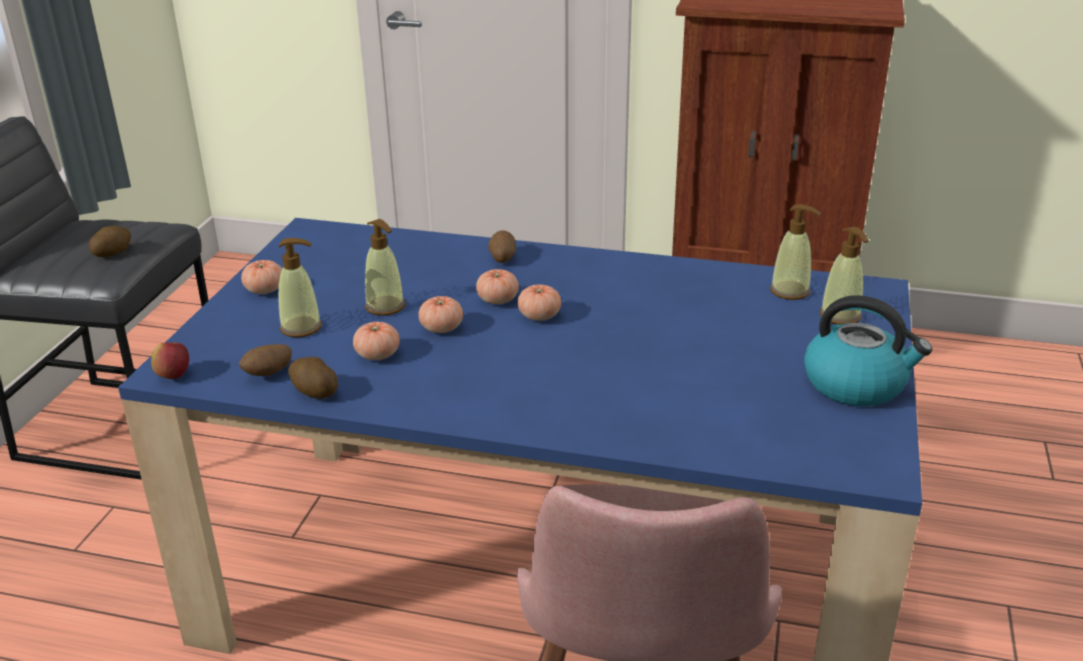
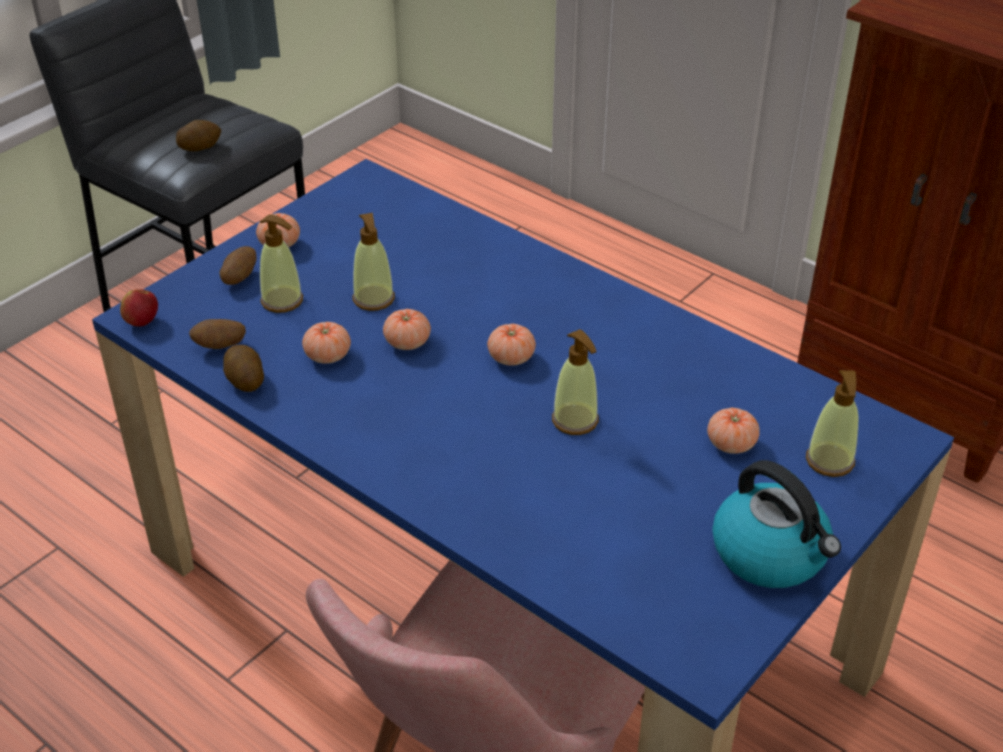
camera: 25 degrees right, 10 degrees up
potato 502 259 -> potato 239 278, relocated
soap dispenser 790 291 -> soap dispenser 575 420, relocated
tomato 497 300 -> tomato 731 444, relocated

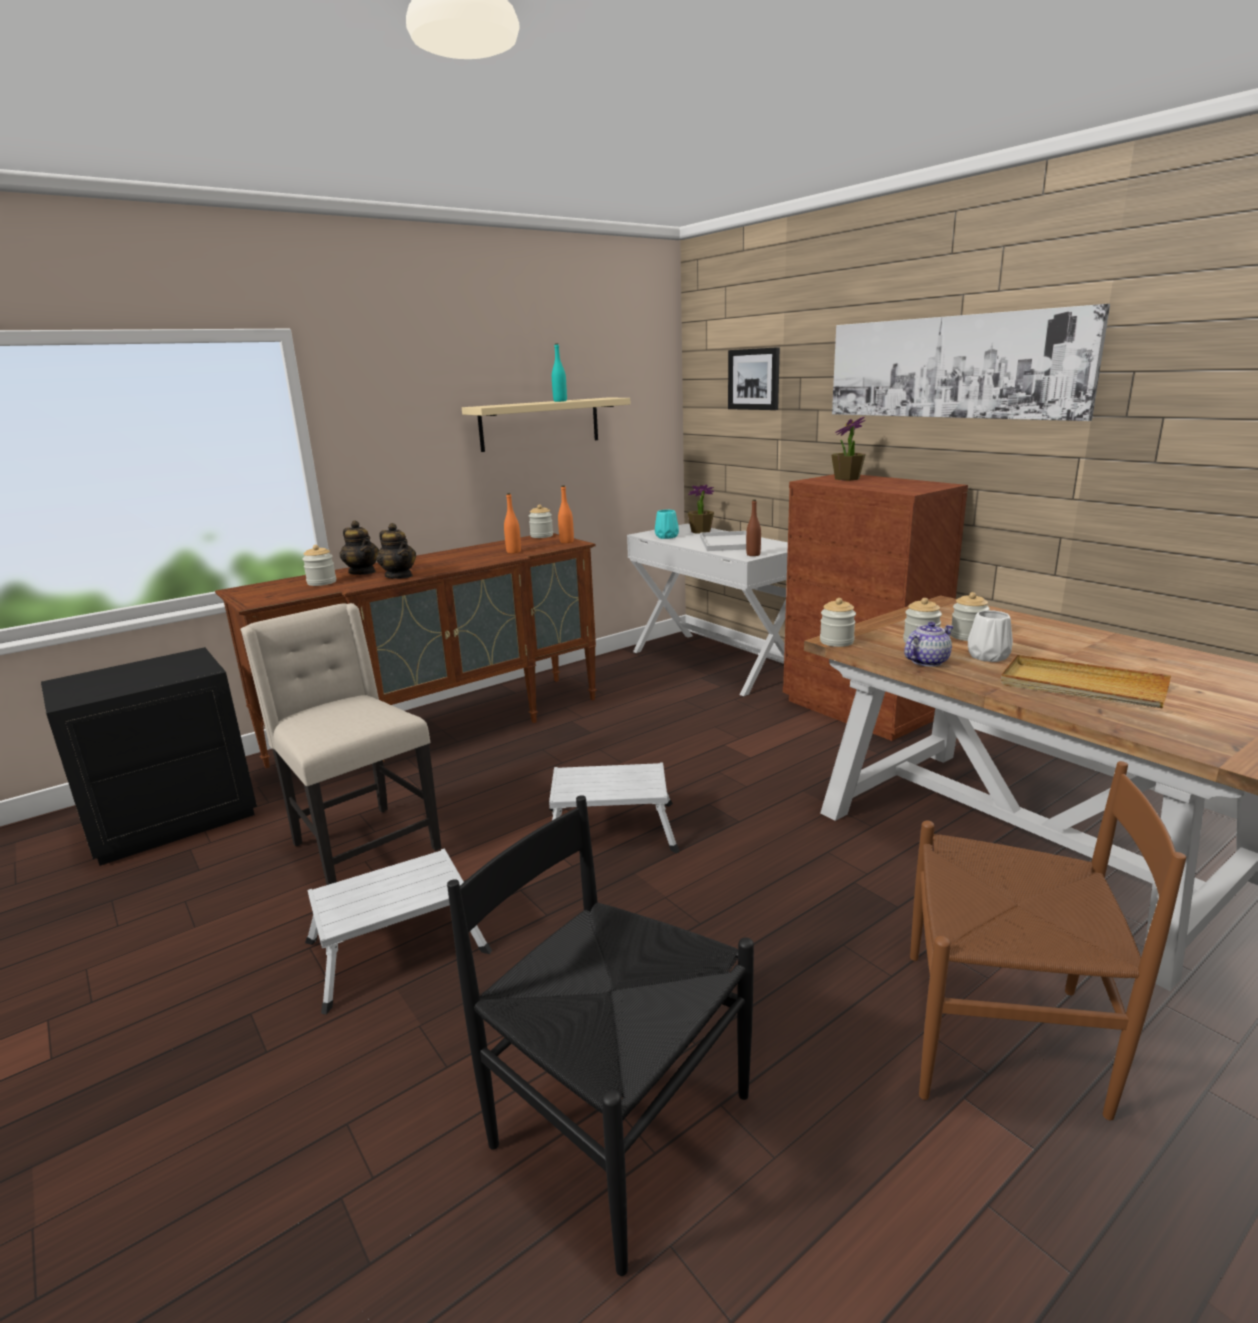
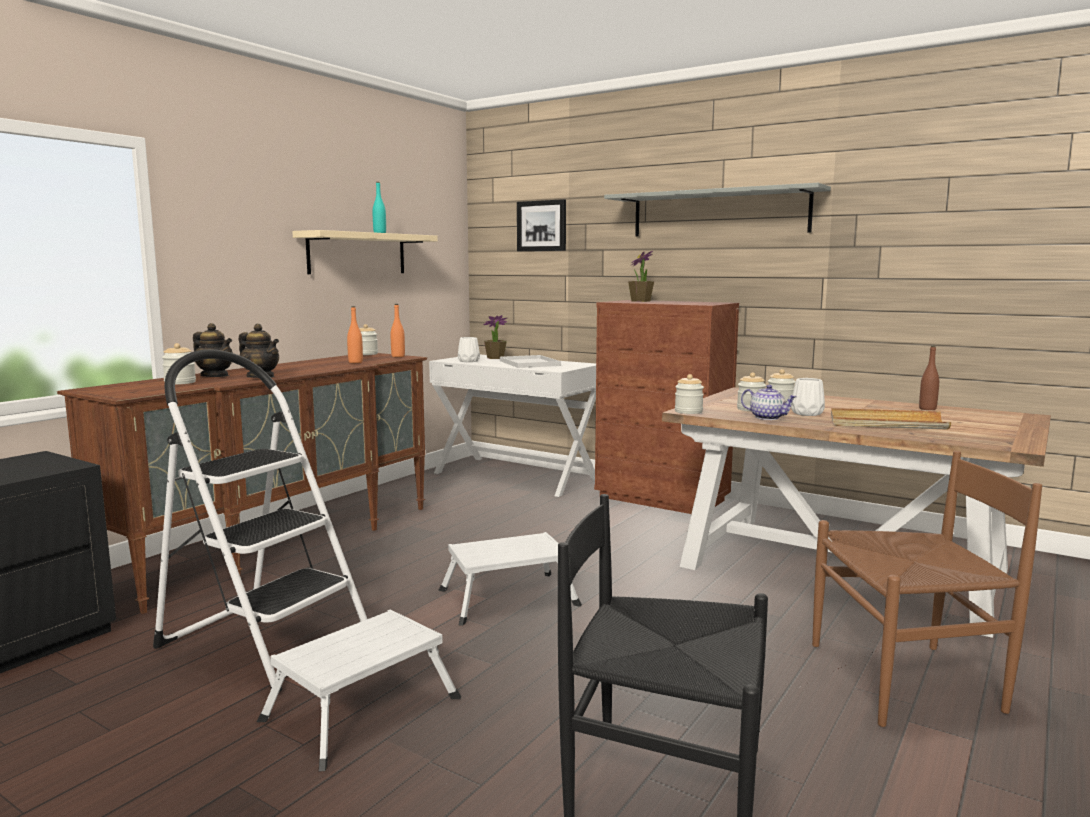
camera: 20 degrees left, 10 degrees down
chair/beige 362 847 -> step ladder 262 640
vase/turquoise 667 537 -> vase/white 469 361
picture 951 367 -> shelf/grey 718 213
teapot 926 661 -> teapot 768 417, 90 degrees clockwise
bottle/brown 753 554 -> bottle/brown 927 409, relocated

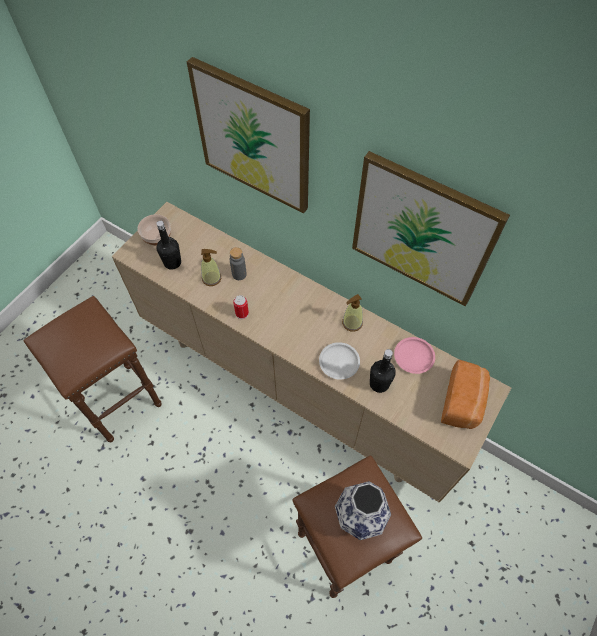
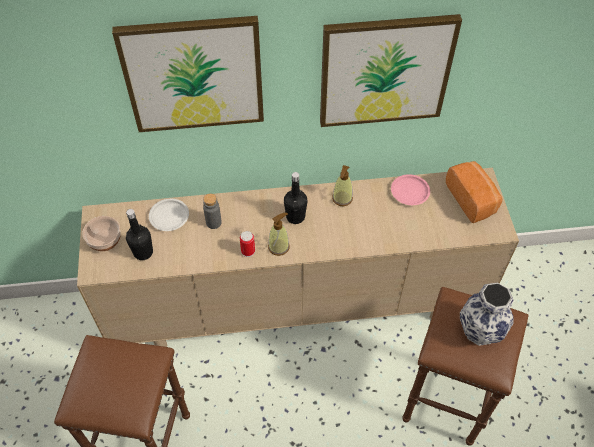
camera: 40 degrees left, 5 degrees down
plate/white 338 362 -> plate/white 169 217, relocated
soap dispenser 212 278 -> soap dispenser 279 247, relocated
bottle/black 379 384 -> bottle/black 295 217, relocated

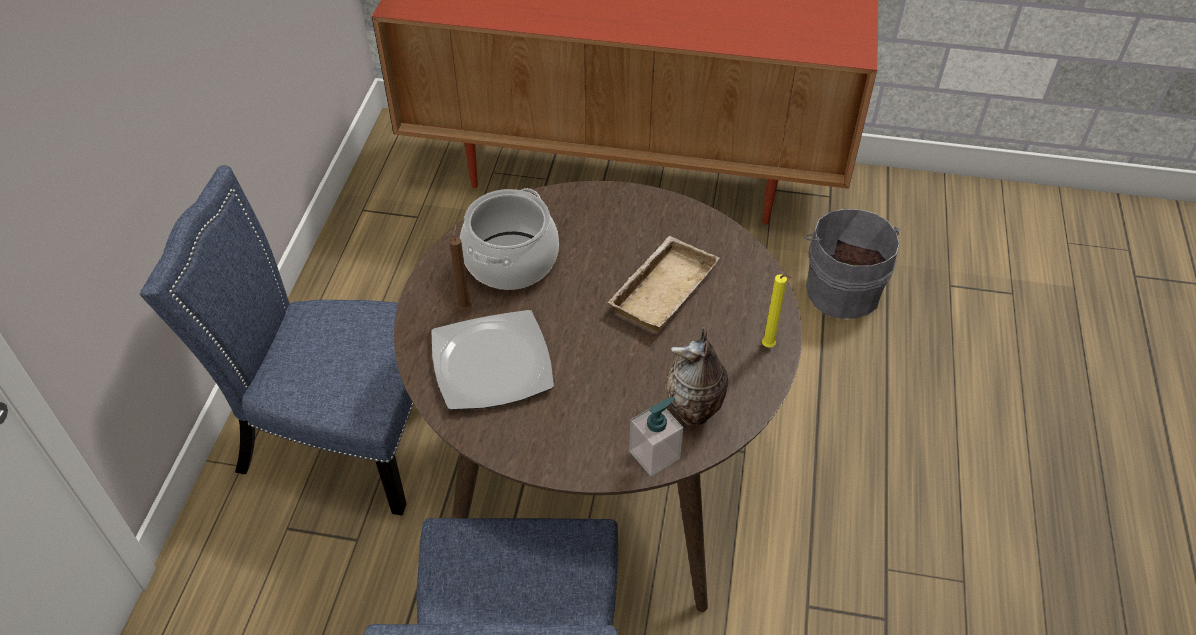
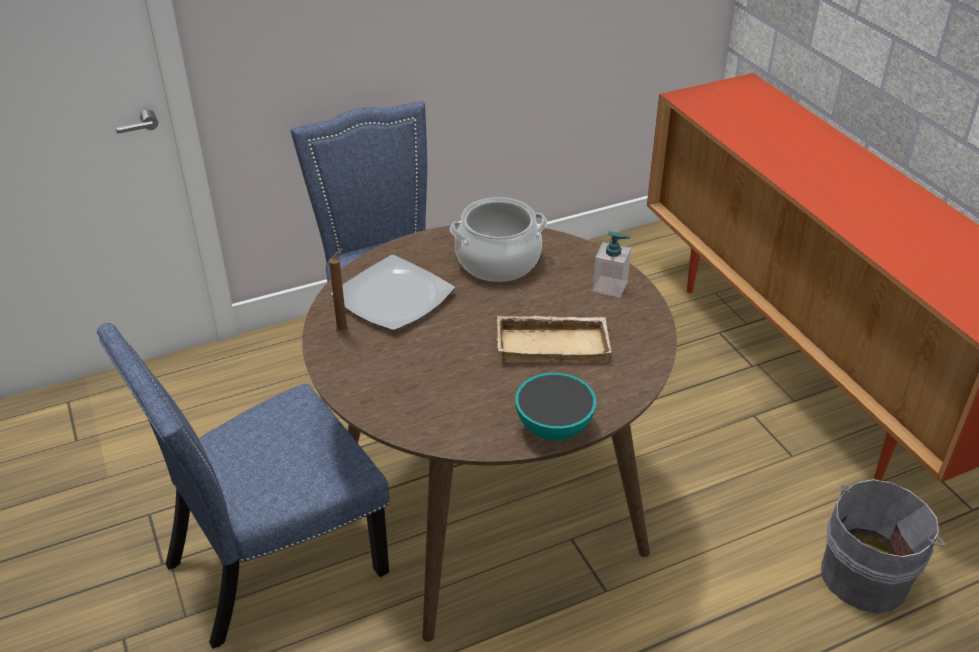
camera: 55 degrees right, 10 degrees down
candle/brown 465 307 -> candle/brown 344 332, relocated
candle/yellow 769 347 -> bowl 554 428
soap dispenser 654 454 -> soap dispenser 610 286, relocated
vase 694 414 -> none

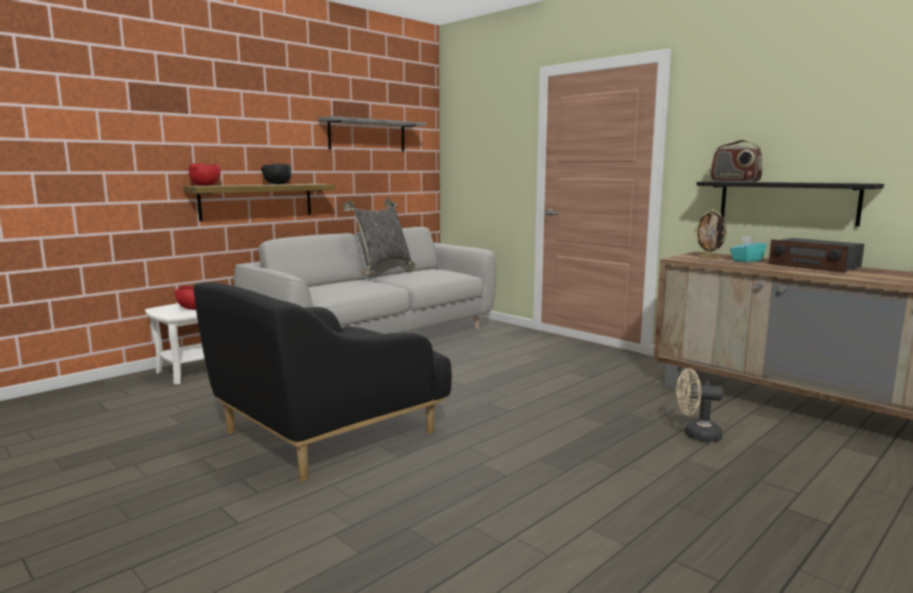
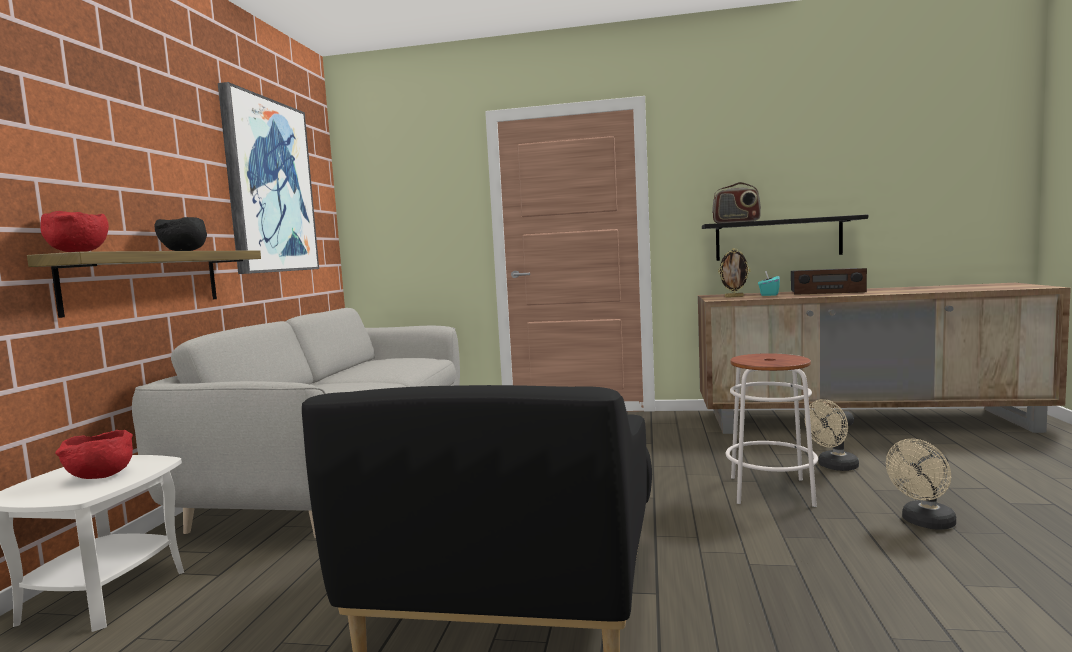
camera: 35 degrees left, 5 degrees down
shelf/grey 367 135 -> picture 269 187
none -> stool/white 771 491
none -> fan/beige 924 523
pillow 381 275 -> none

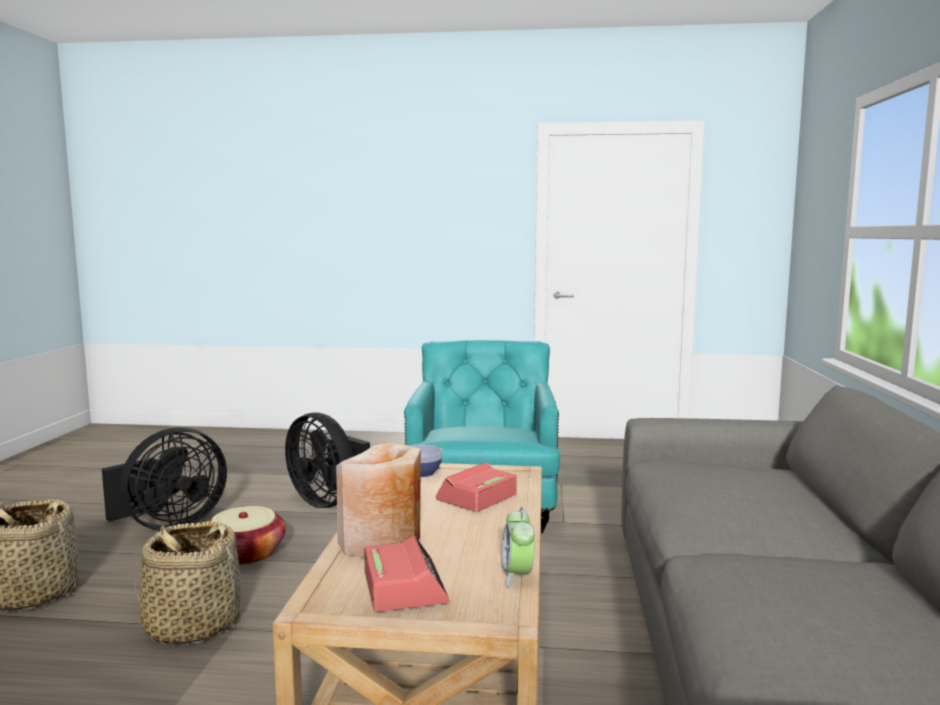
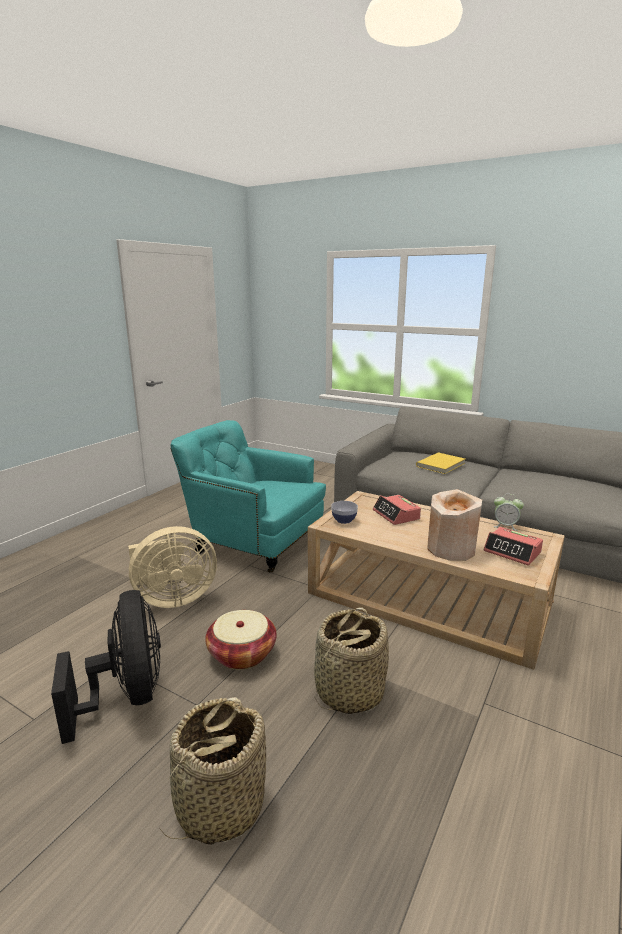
camera: 65 degrees left, 10 degrees up
fan/black 328 501 -> fan/beige 172 598
none -> book/yellow 441 465
alarm clock 404 587 -> alarm clock 512 552, 150 degrees counterclockwise

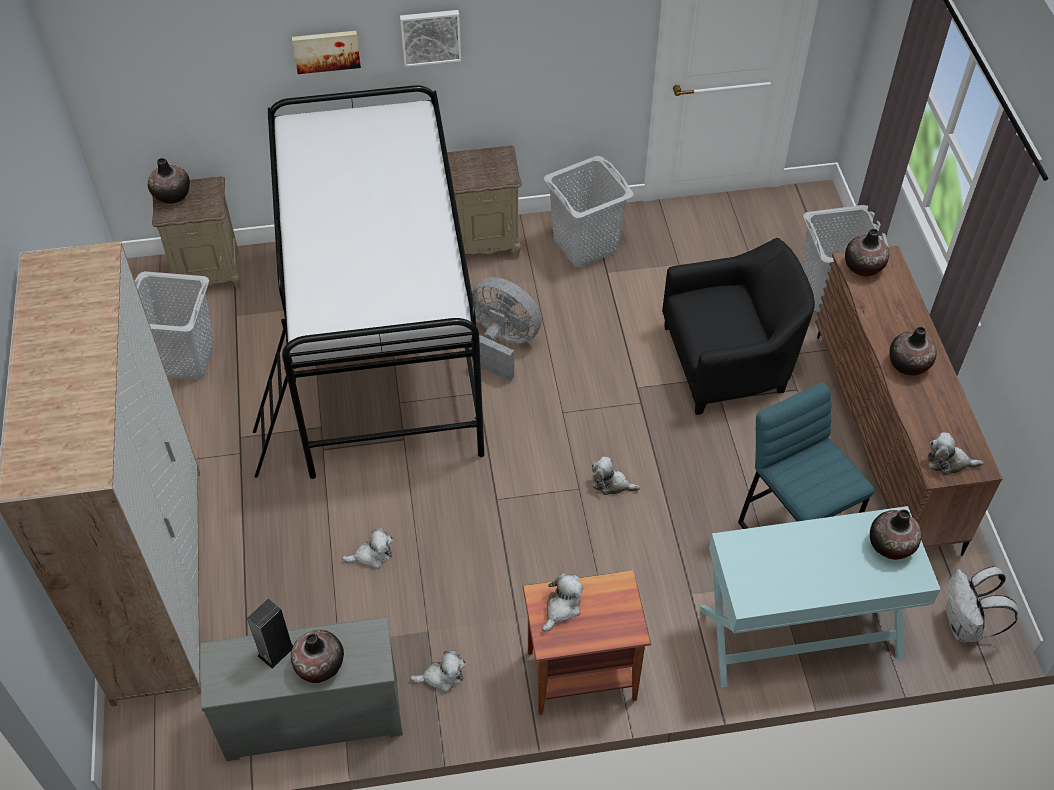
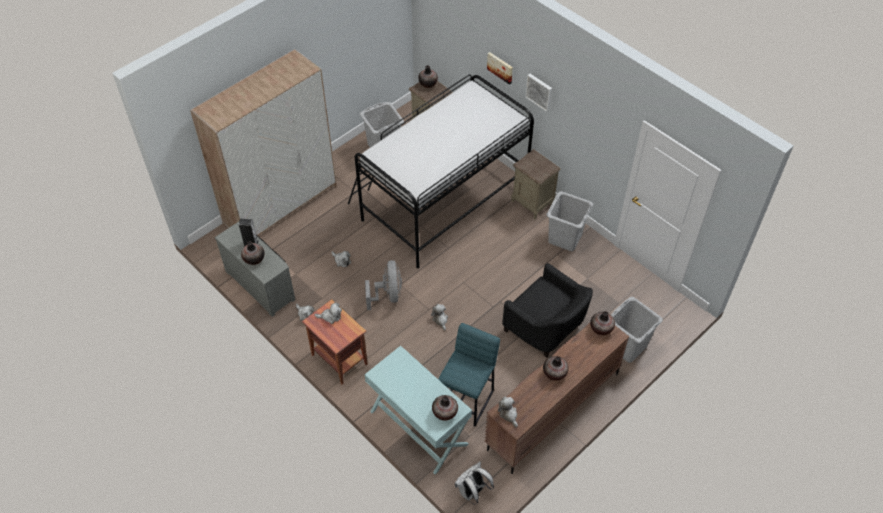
camera: 55 degrees right, 0 degrees up
fan/grey 503 343 -> fan/grey 388 295, relocated

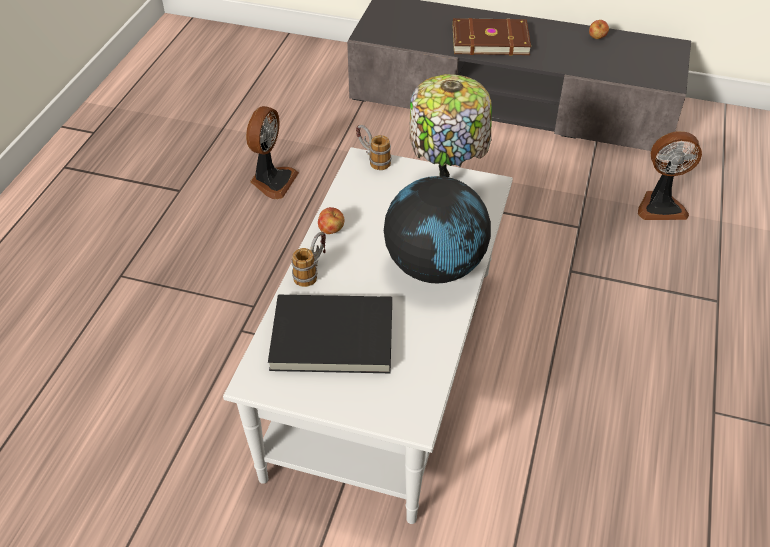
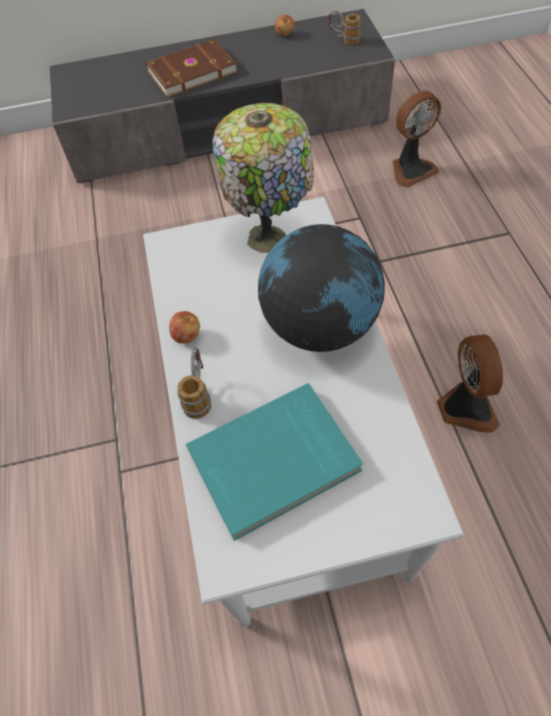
camera: 25 degrees left, 10 degrees up
book/black 332 338 -> book/turquoise 275 462
mug 372 159 -> mug 343 40, relocated
fan 272 181 -> fan 464 407, relocated

